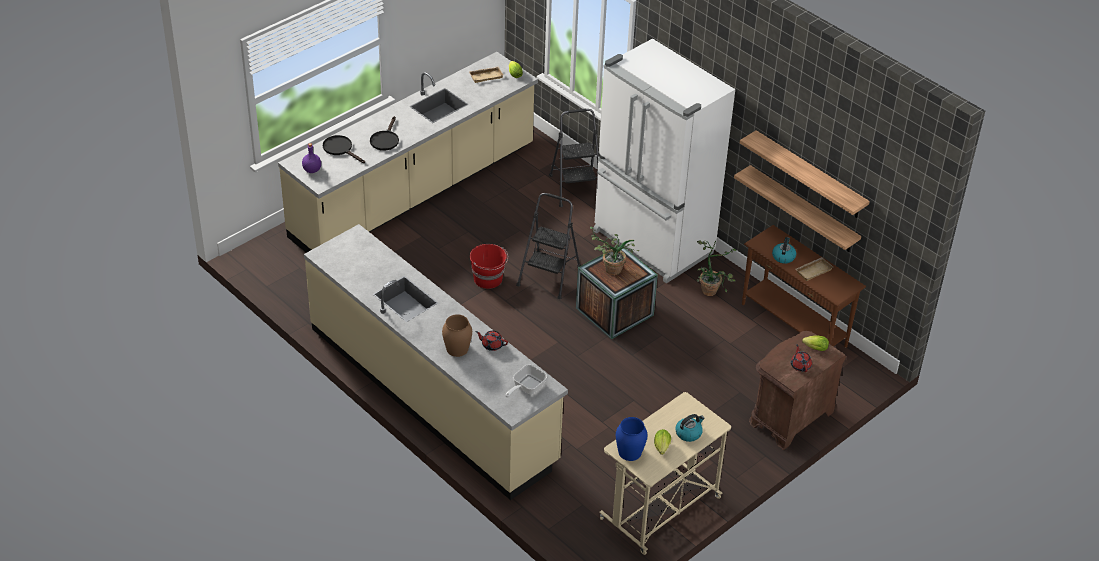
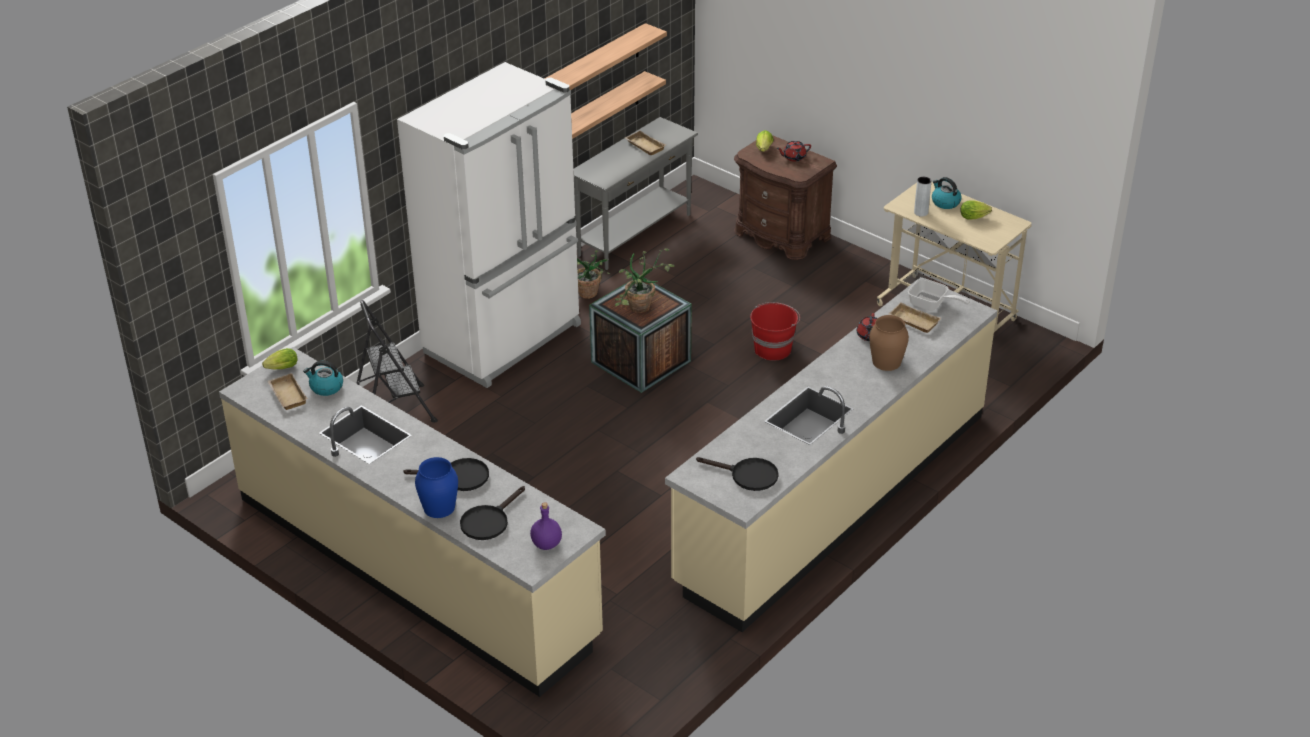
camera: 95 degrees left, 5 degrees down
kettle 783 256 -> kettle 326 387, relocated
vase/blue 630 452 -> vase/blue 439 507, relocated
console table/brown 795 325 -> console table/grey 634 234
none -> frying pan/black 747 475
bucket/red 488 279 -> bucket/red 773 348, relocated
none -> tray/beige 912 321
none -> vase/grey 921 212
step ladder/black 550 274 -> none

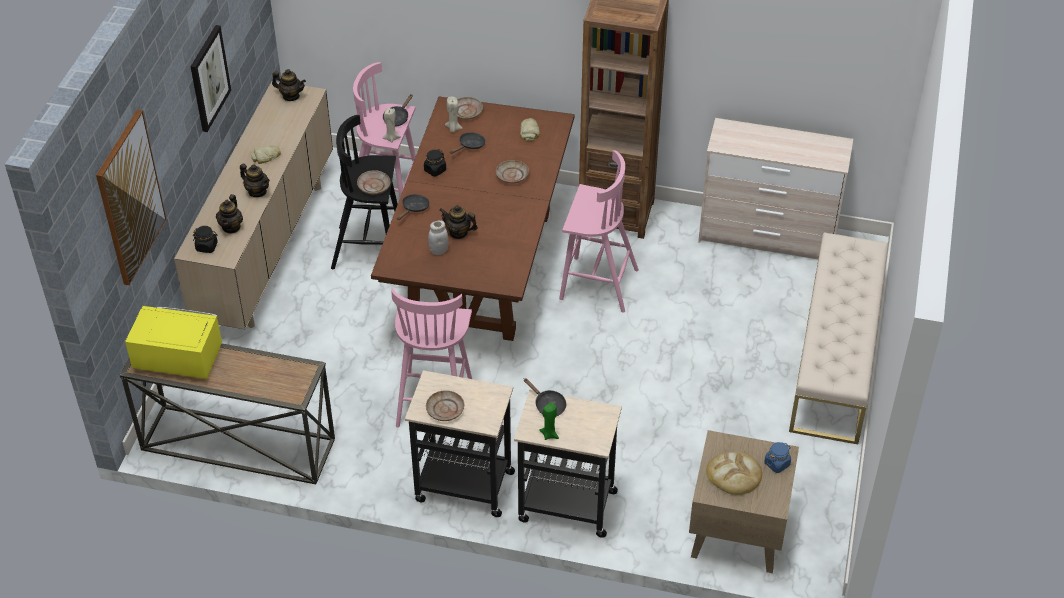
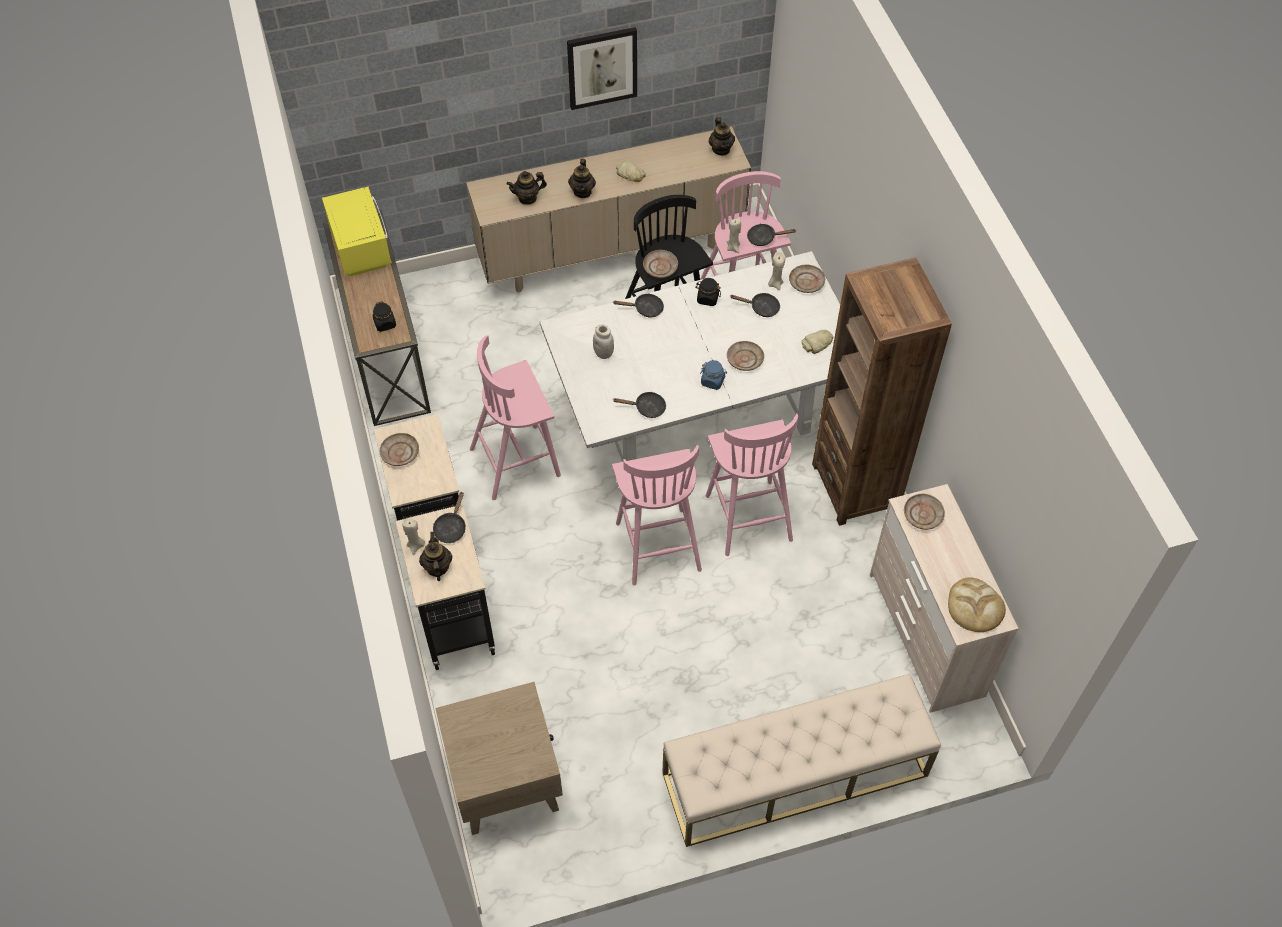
camera: 60 degrees right, 10 degrees up
jar/black 207 247 -> jar/black 385 324, relocated
candle/green 549 434 -> candle/beige 416 546
teapot 458 233 -> teapot 437 567, relocated
dining table/brown 480 269 -> dining table/white 699 414
none -> stool/pink 657 543
none -> frying pan/black 646 408
jar/blue 777 464 -> jar/blue 713 381, relocated
none -> plate/beige 923 515
bread 734 475 -> bread 974 607, relocated
picture 130 198 -> none

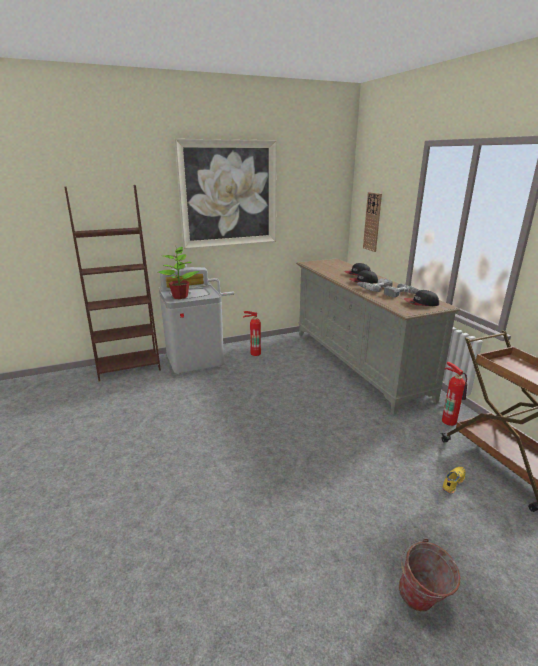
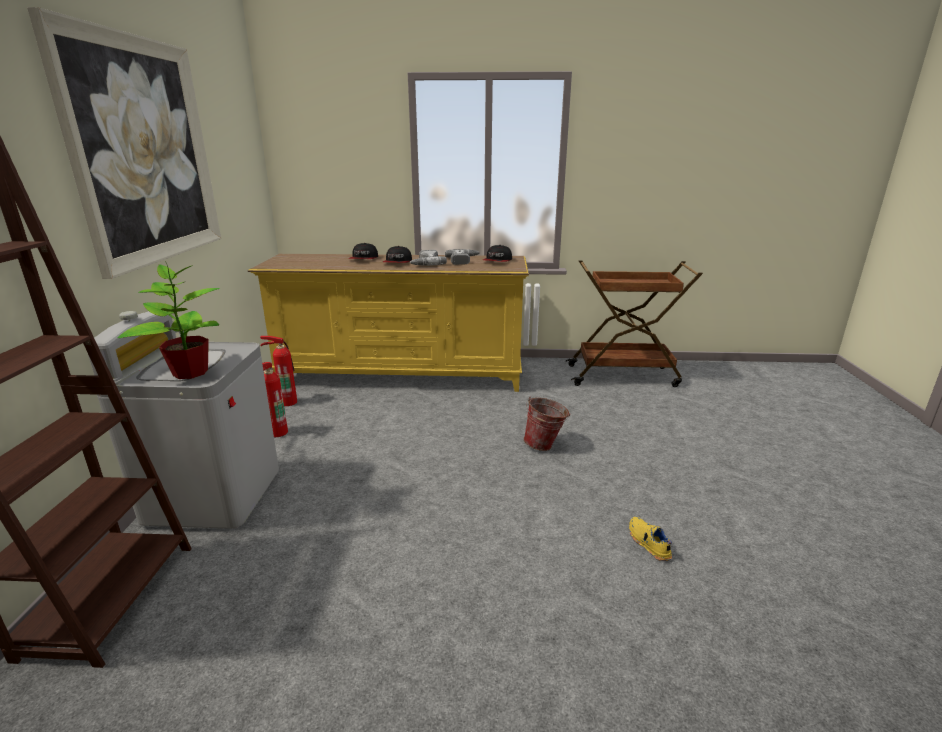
camera: 65 degrees left, 0 degrees up
cabinet/grey 356 363 -> cabinet/yellow 401 376
fire extinguisher 449 420 -> fire extinguisher 288 401, relocated
bucket 422 603 -> bucket 545 446, relocated
shoe/yellow 452 482 -> shoe/yellow 647 543, relocated
wall clock 372 222 -> none

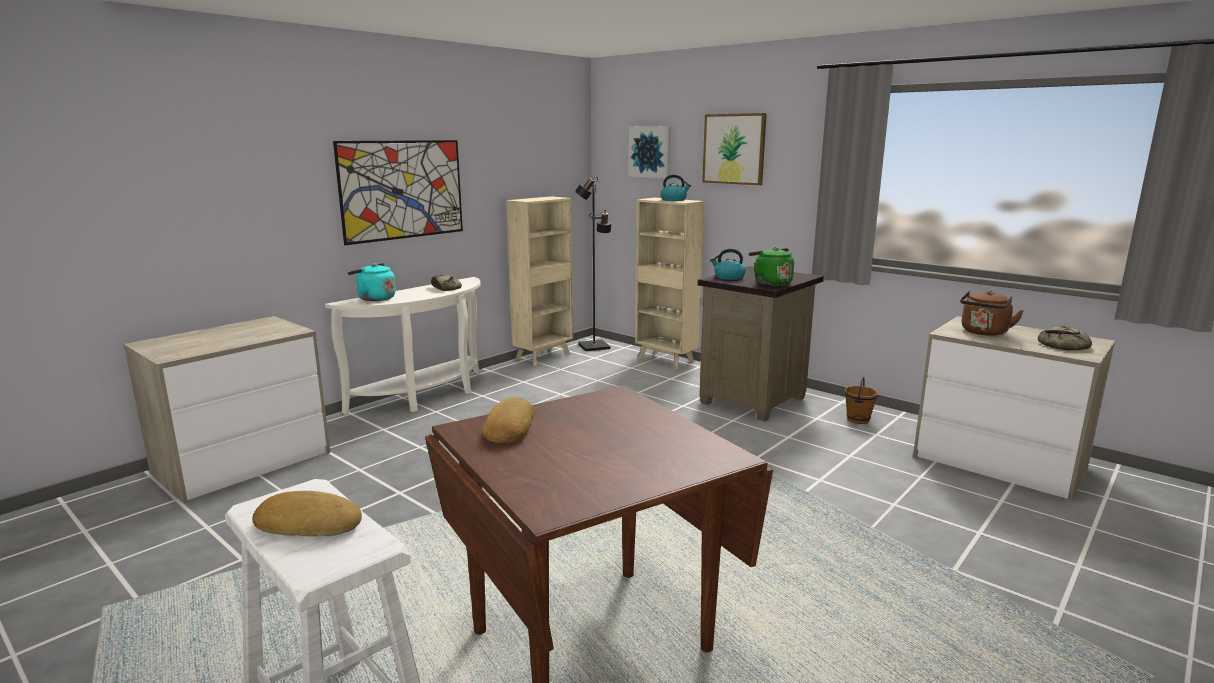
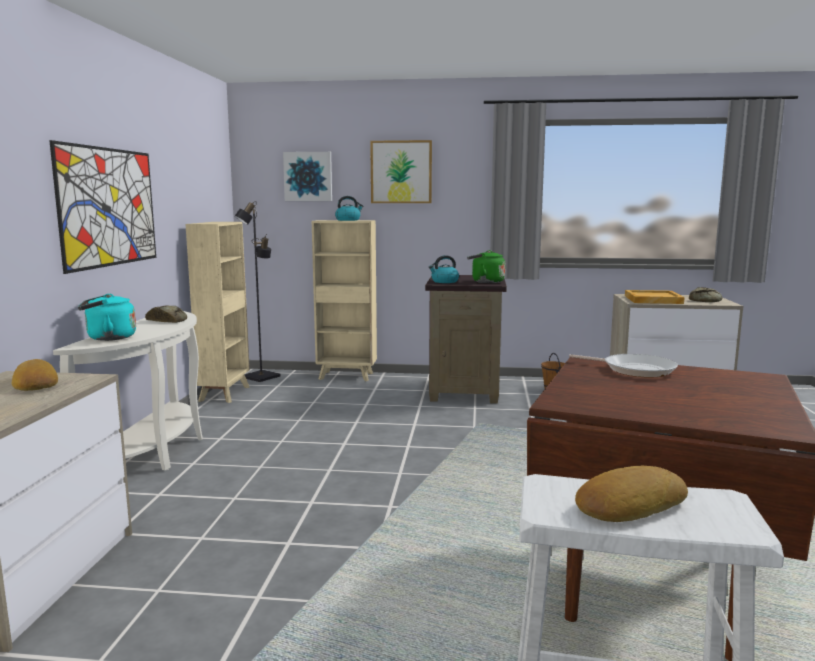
camera: 35 degrees left, 5 degrees down
bread 508 428 -> bread 34 383, relocated
none -> frying pan 634 370
kettle/brown 983 333 -> tray/beige 652 299

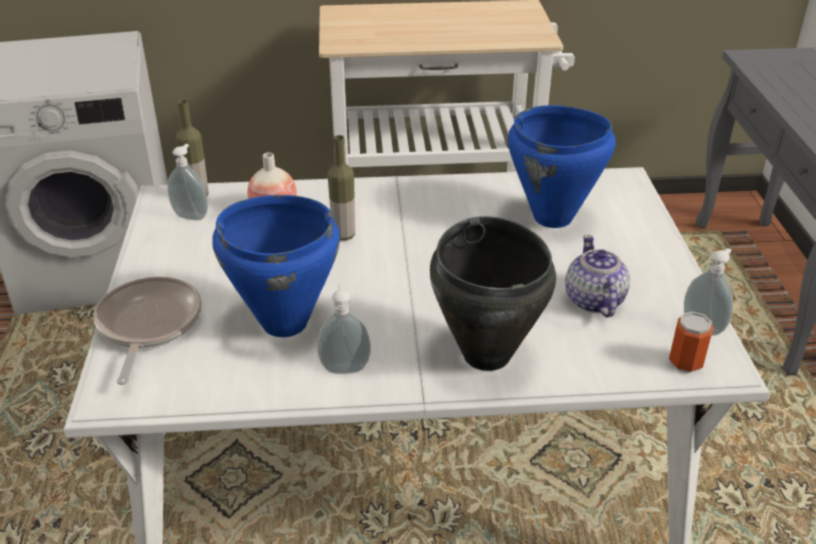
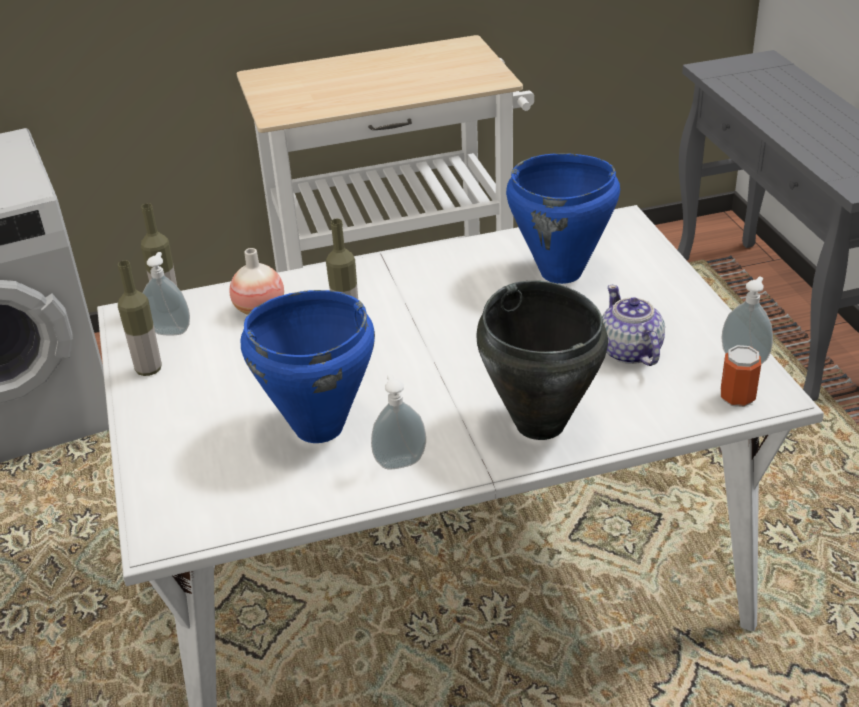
camera: 10 degrees left, 0 degrees up
none -> bottle 149 369
frying pan 148 325 -> none

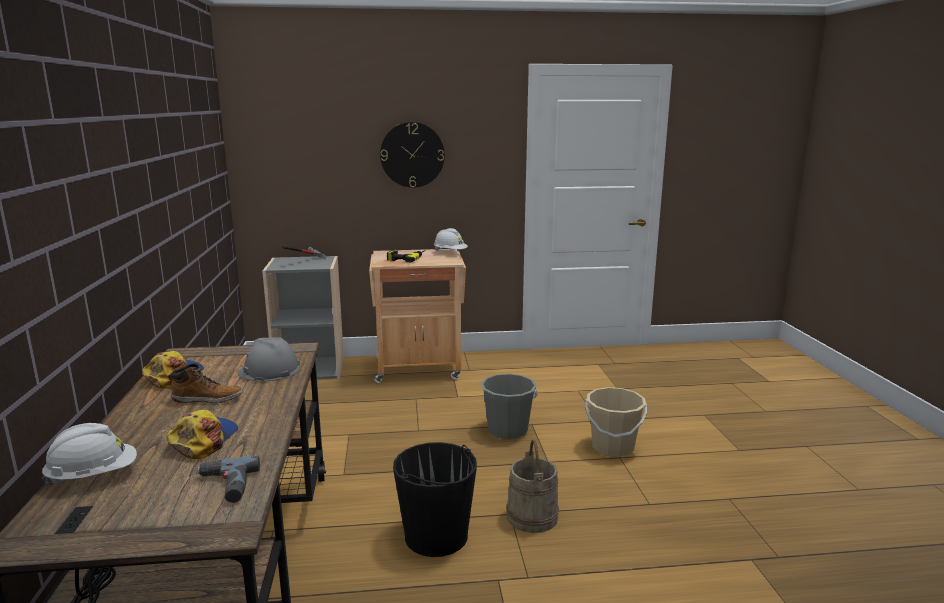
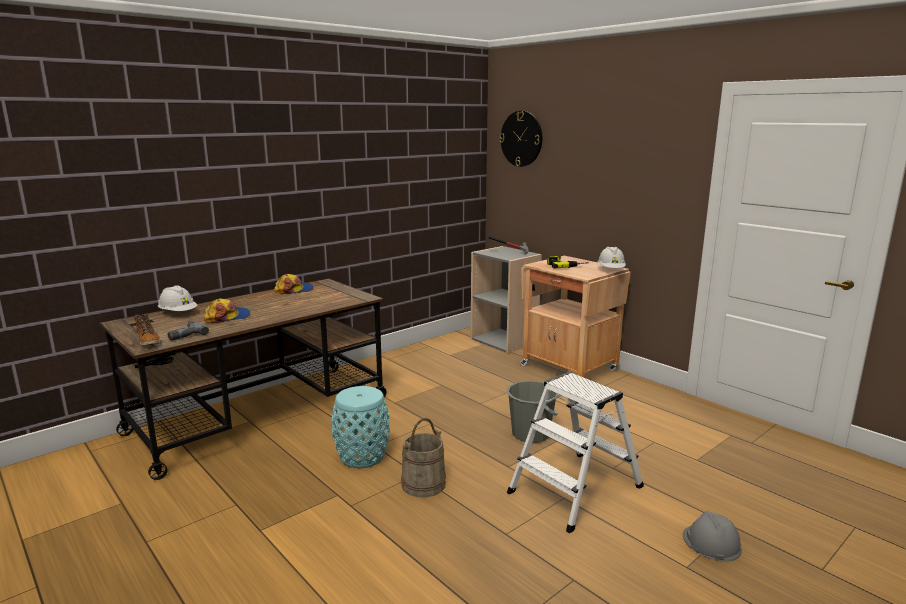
camera: 55 degrees right, 0 degrees up
boot 208 398 -> boot 148 341, relocated
bucket/black 436 536 -> stool/turquoise 362 457
wall clock 412 155 -> wall clock 521 138, relocated
bucket/beige 612 447 -> step ladder/white 576 489
hard hat/grey 269 370 -> hard hat/grey 711 542, relocated

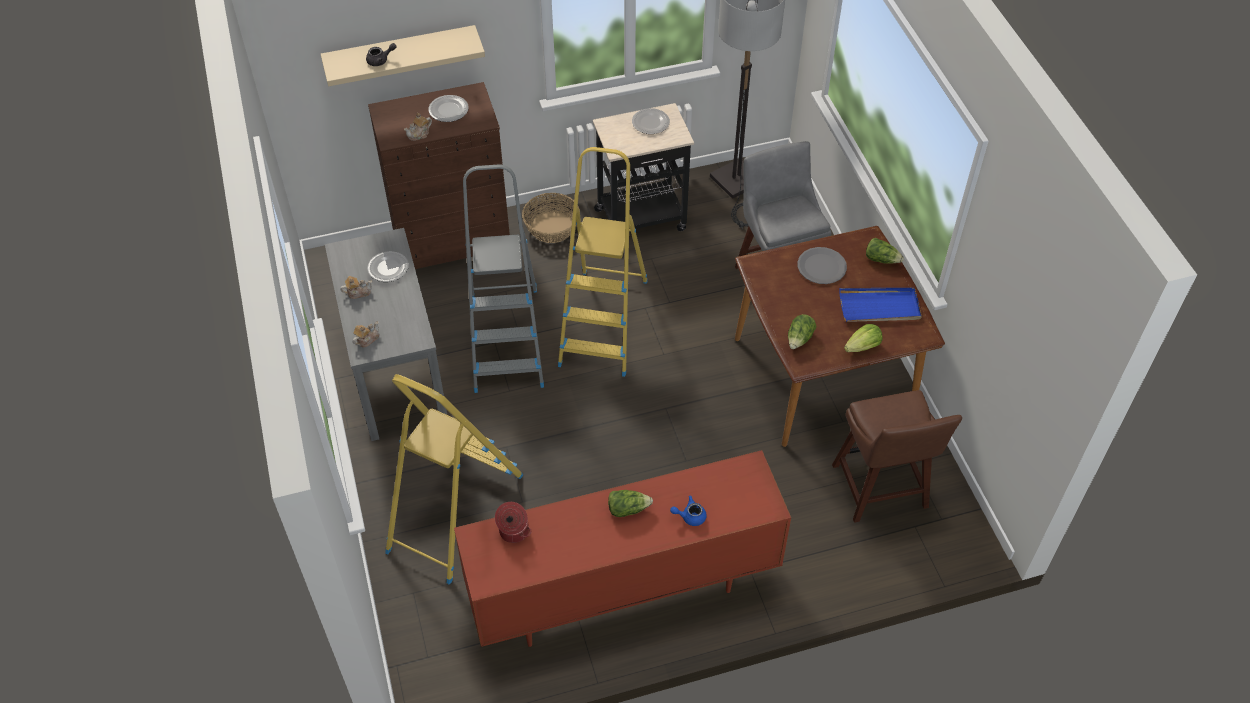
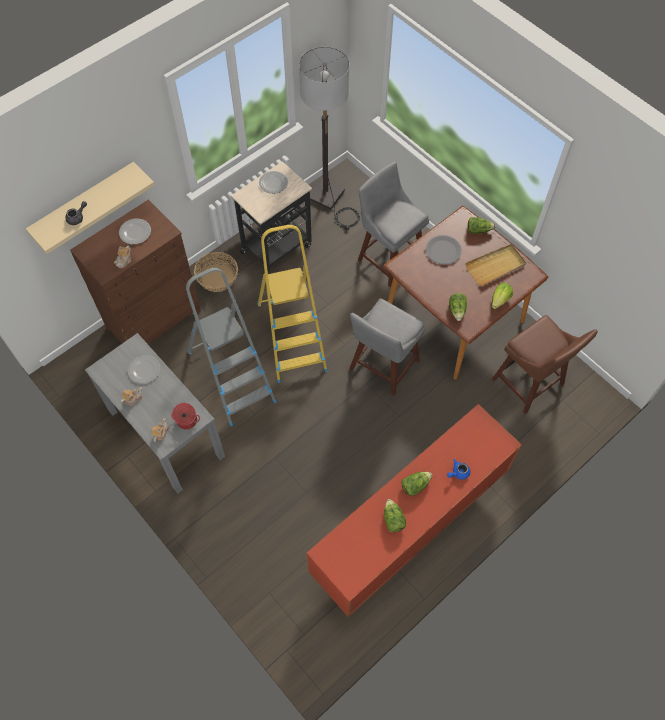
camera: 25 degrees left, 10 degrees up
cooking pot 513 531 -> cooking pot 187 421, relocated
none -> chair/grey 382 367
none -> lettuce 393 519
tray/blue 879 307 -> tray/beige 495 266
step ladder/yellow 456 512 -> none

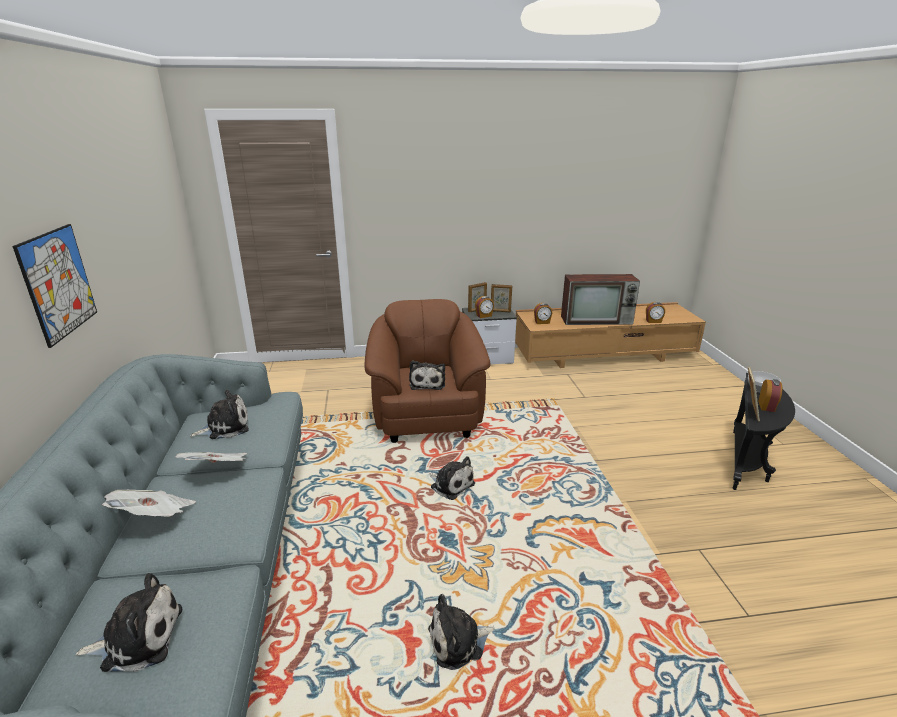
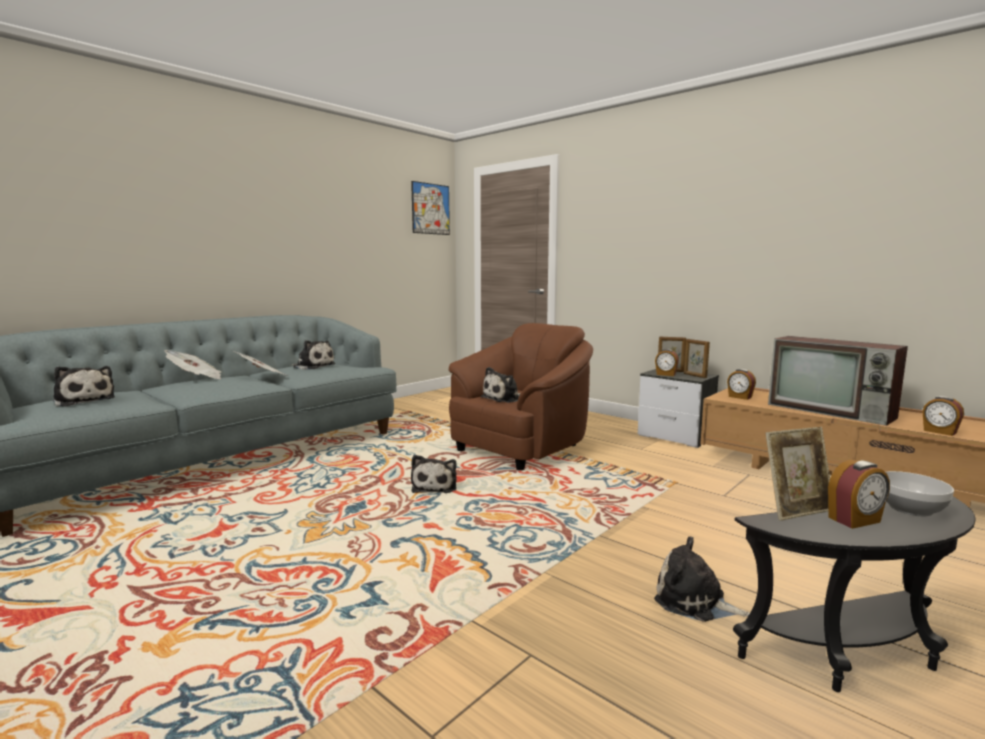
camera: 50 degrees right, 15 degrees down
picture 58 283 -> picture 430 209, relocated
plush toy 459 641 -> plush toy 694 601, relocated

